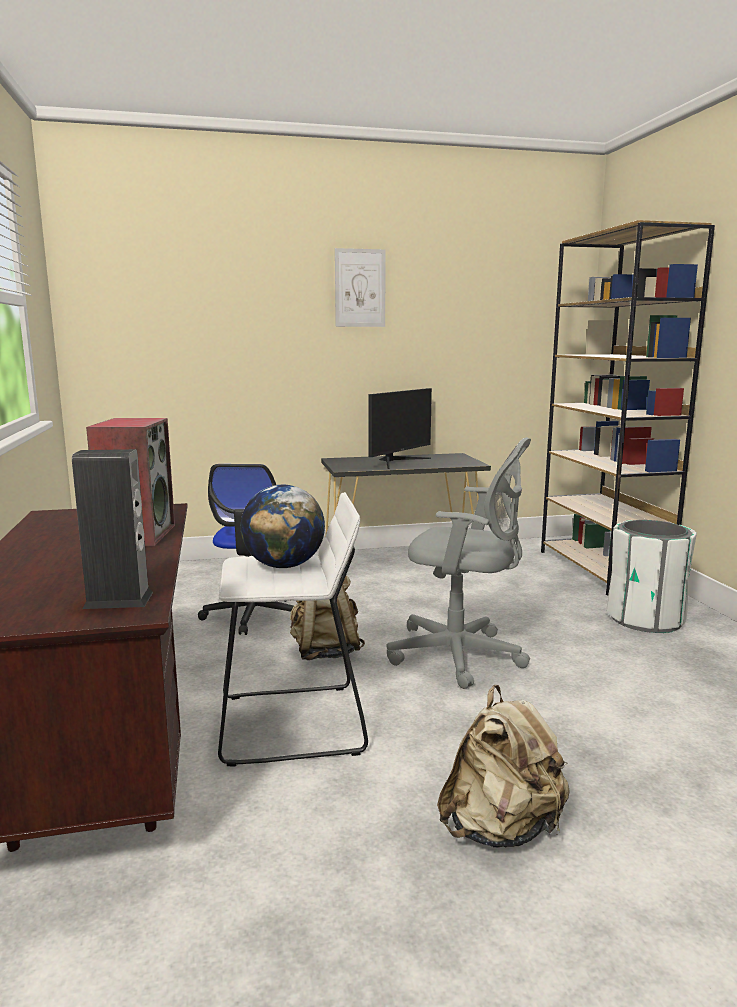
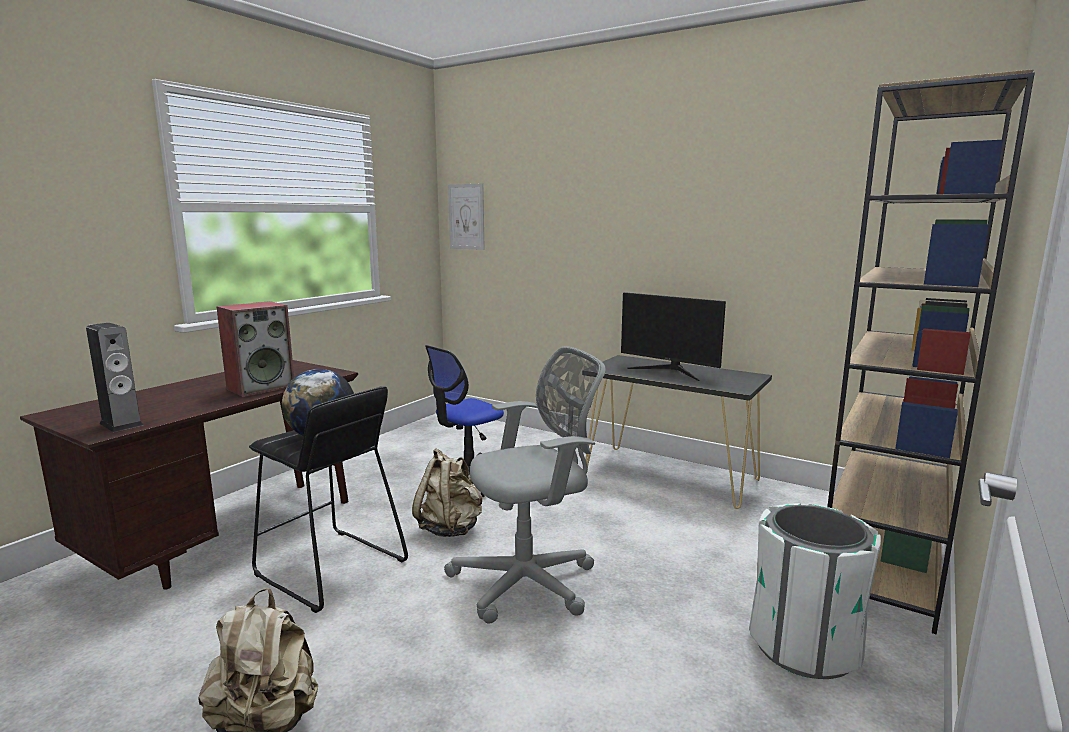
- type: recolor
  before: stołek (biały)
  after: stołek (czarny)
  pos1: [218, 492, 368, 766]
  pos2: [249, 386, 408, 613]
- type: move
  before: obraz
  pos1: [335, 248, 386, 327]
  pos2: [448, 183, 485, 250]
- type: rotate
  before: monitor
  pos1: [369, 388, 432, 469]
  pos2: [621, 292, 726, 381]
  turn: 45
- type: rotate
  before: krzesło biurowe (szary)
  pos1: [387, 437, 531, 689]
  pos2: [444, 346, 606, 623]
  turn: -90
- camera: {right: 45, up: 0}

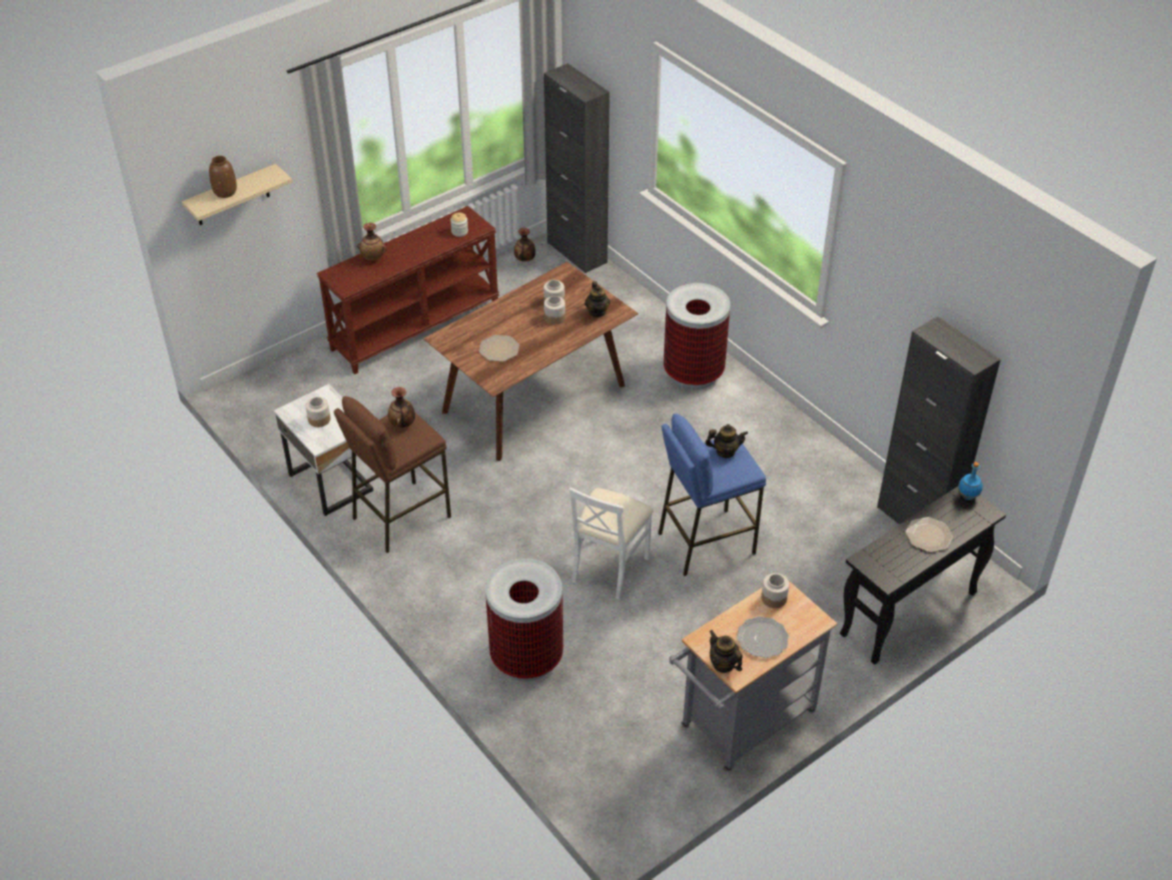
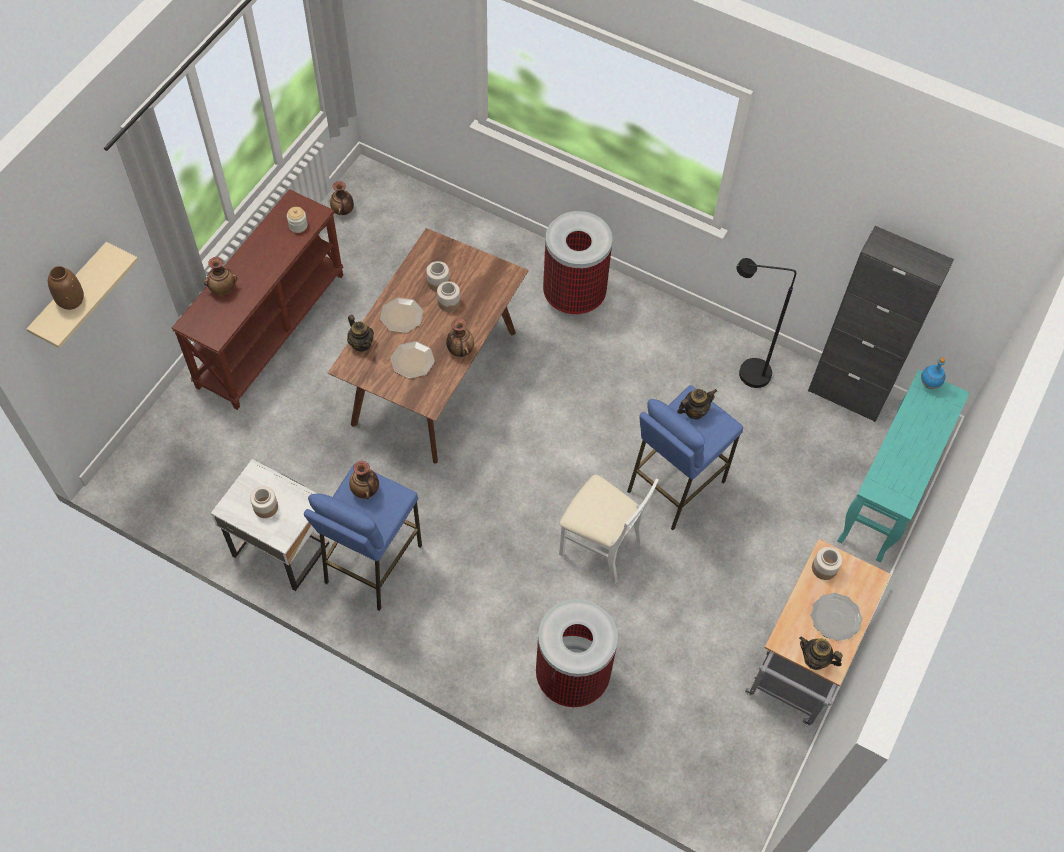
- type: recolor
  before: stołek (brązowy)
  after: stołek (niebieski)
  pos1: [334, 396, 451, 553]
  pos2: [304, 465, 422, 611]
- type: delete
  before: szafka (czarny)
  pos1: [544, 63, 610, 273]
- type: rotate
  before: krzesło (biały)
  pos1: [569, 487, 654, 600]
  pos2: [559, 474, 659, 584]
  turn: -60
- type: move
  before: imbryk
  pos1: [585, 281, 610, 317]
  pos2: [347, 315, 374, 351]
- type: recolor
  before: stolik konsolowy (czarny)
  after: stolik konsolowy (turkusowy)
  pos1: [840, 486, 1006, 665]
  pos2: [837, 370, 970, 562]
- type: move
  before: talerz
  pos1: [905, 517, 953, 552]
  pos2: [380, 298, 423, 333]
- type: insert
  after: wazon
  pos2: [446, 318, 474, 357]
- type: insert
  after: lampa stojąca (czarny)
  pos2: [736, 258, 796, 388]
- camera: {right: -25, up: 15}

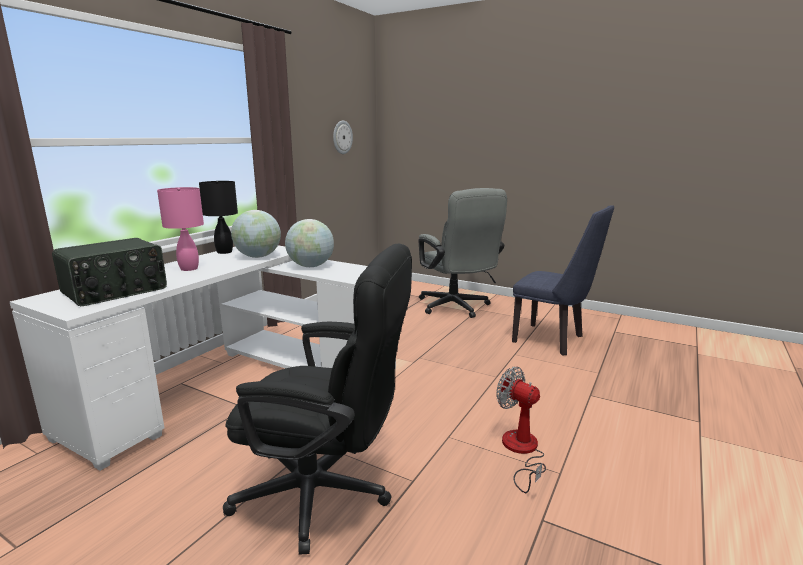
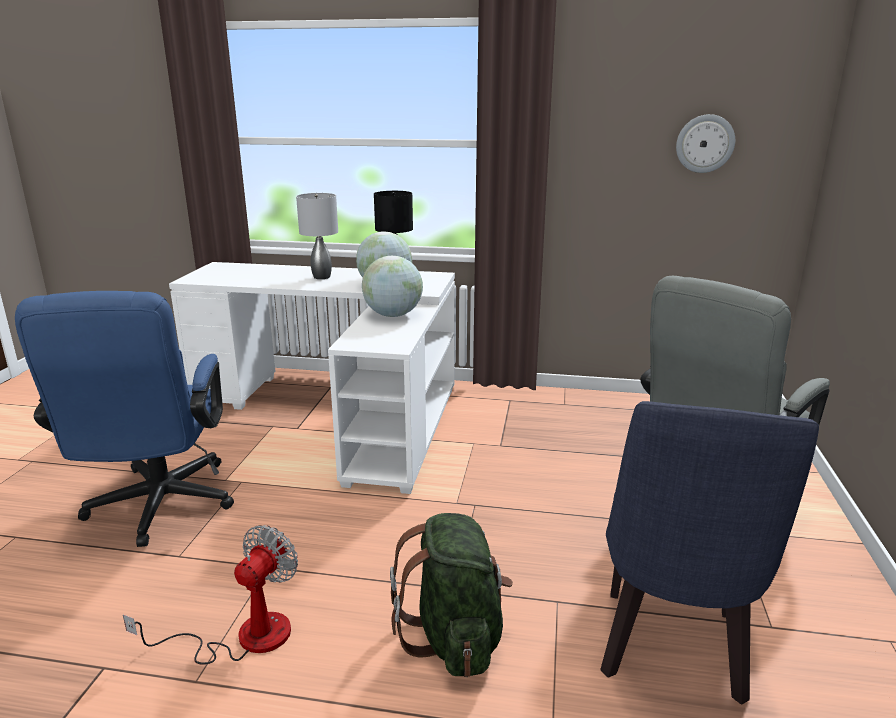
- type: delete
  before: radio
  pos1: [52, 238, 167, 306]
- type: recolor
  before: lampa stołowa (różowy)
  after: lampa stołowa (szary)
  pos1: [157, 187, 204, 271]
  pos2: [296, 193, 338, 279]
- type: recolor
  before: krzesło biurowe (czarny)
  after: krzesło biurowe (niebieski)
  pos1: [223, 244, 412, 555]
  pos2: [15, 291, 234, 547]
- type: insert
  after: plecak (zielony)
  pos2: [390, 513, 513, 677]
- camera: {right: 70, up: 5}

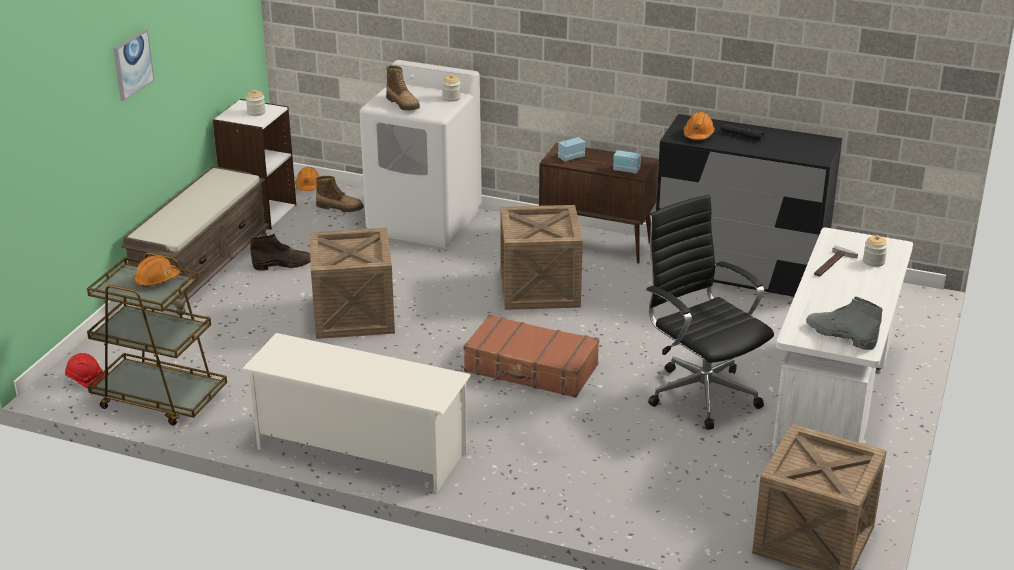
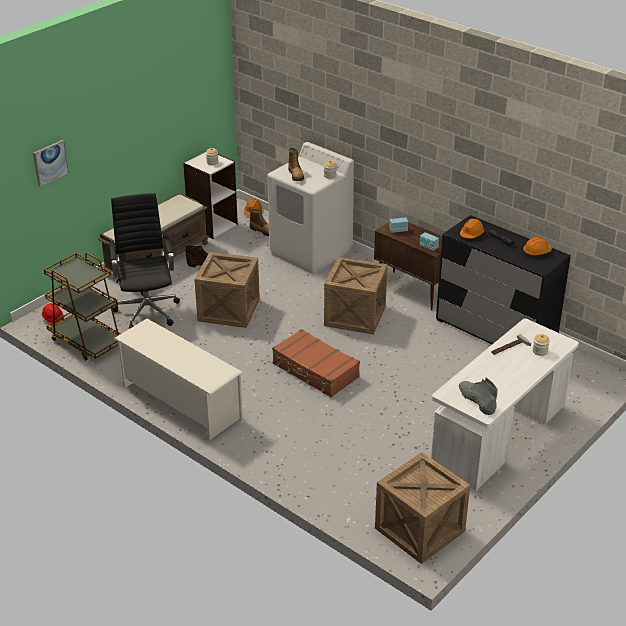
- type: move
  before: obraz
  pos1: [113, 29, 155, 101]
  pos2: [33, 140, 69, 187]
- type: move
  before: kask (pomarańczowy)
  pos1: [134, 255, 180, 287]
  pos2: [523, 237, 552, 256]
- type: move
  before: krzesło biurowe (czarny)
  pos1: [645, 195, 774, 430]
  pos2: [109, 193, 180, 329]
- camera: {right: 20, up: 5}

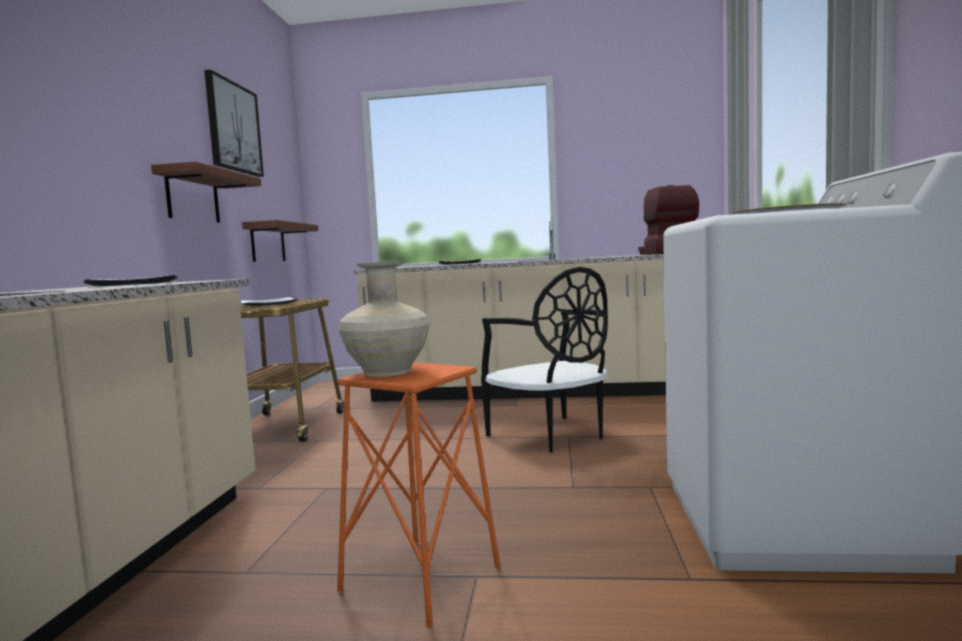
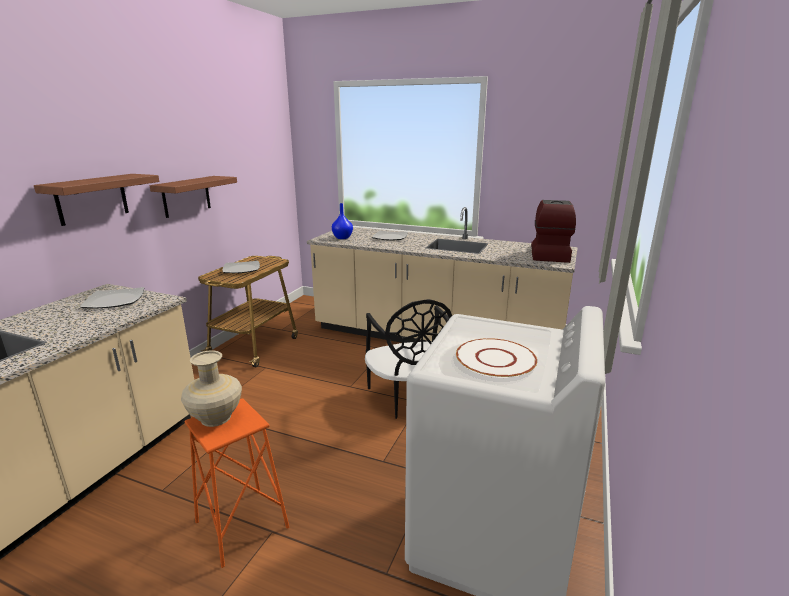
- type: delete
  before: obraz
  pos1: [204, 70, 264, 177]
- type: move
  before: półka
  pos1: [242, 220, 318, 262]
  pos2: [34, 174, 159, 226]
- type: insert
  after: wazon (niebieski)
  pos2: [332, 203, 353, 239]
- camera: {right: 15, up: 15}

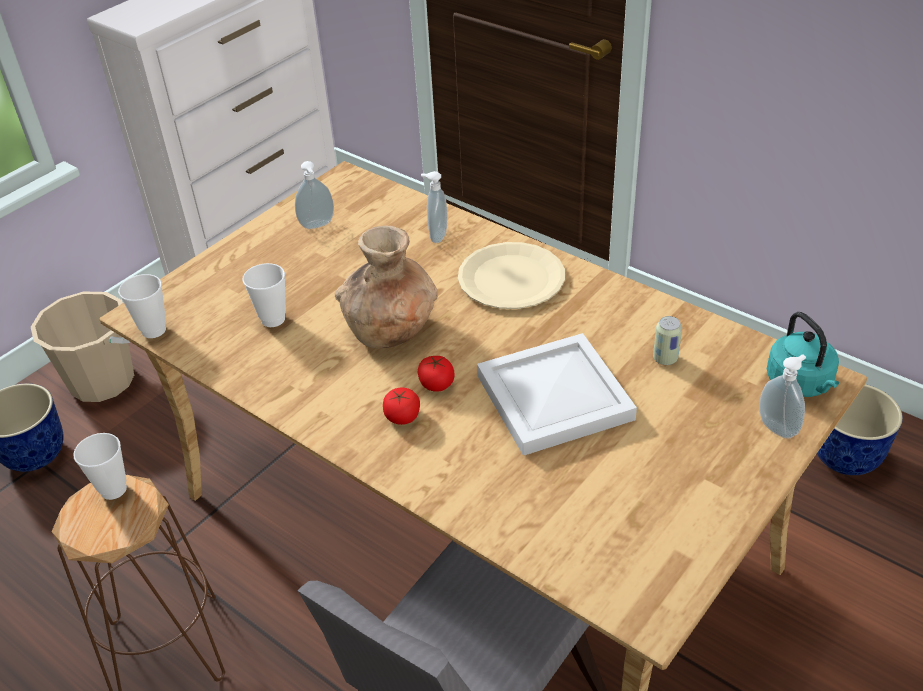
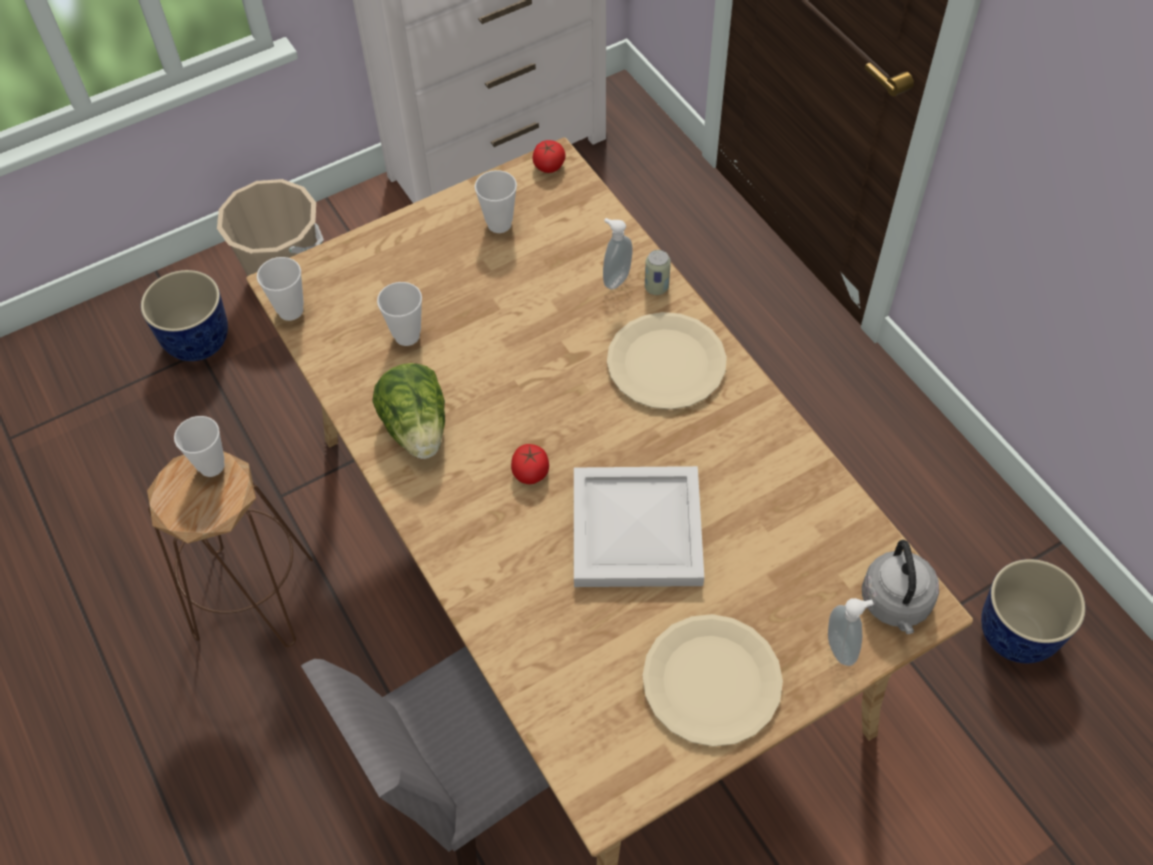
- type: replace
  before: dozownik mydła
  after: filiżanka
  pos1: [295, 161, 334, 229]
  pos2: [475, 170, 517, 233]
- type: delete
  before: wazon (brązowy)
  pos1: [334, 225, 438, 348]
- type: move
  before: pomidor
  pos1: [383, 387, 420, 425]
  pos2: [533, 140, 566, 173]
- type: move
  before: puszka
  pos1: [653, 316, 682, 365]
  pos2: [645, 250, 671, 295]
- type: recolor
  before: czajnik (turkusowy)
  after: czajnik (szary)
  pos1: [767, 312, 839, 397]
  pos2: [862, 540, 939, 634]
- type: insert
  after: sałata
  pos2: [372, 363, 445, 459]
- type: insert
  after: talerz (beżowy)
  pos2: [642, 614, 783, 747]
- camera: {right: 20, up: 15}

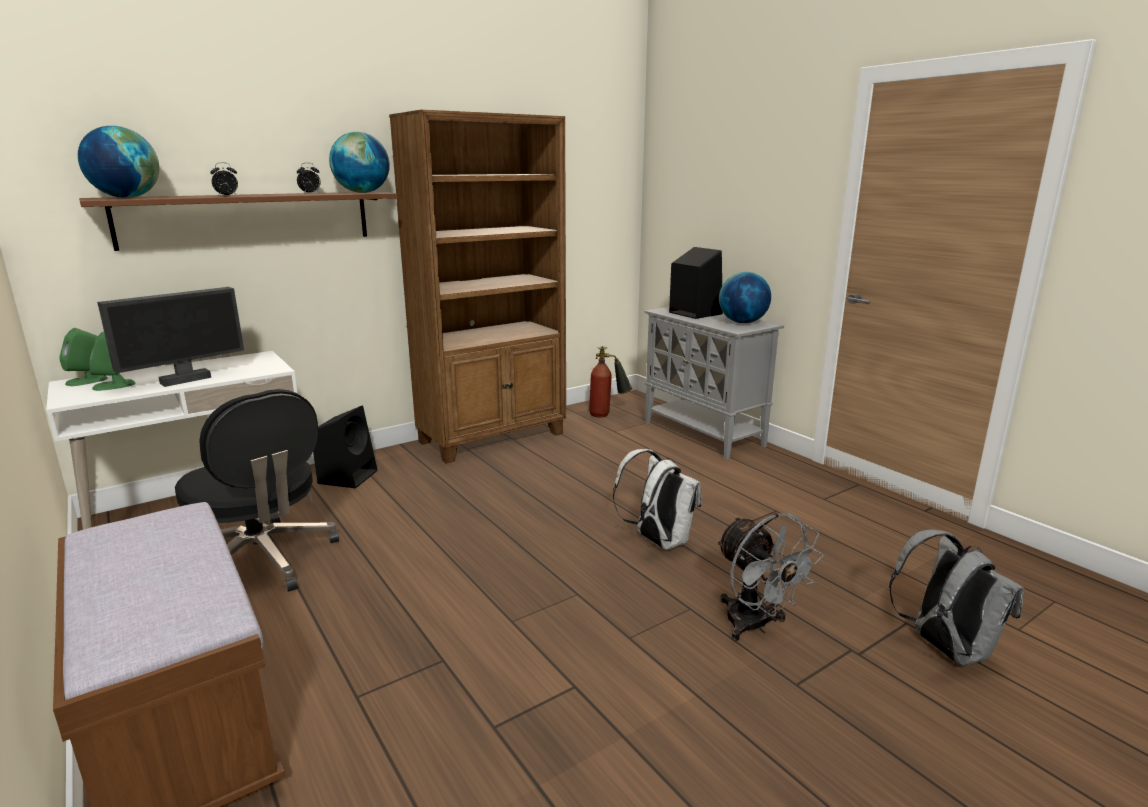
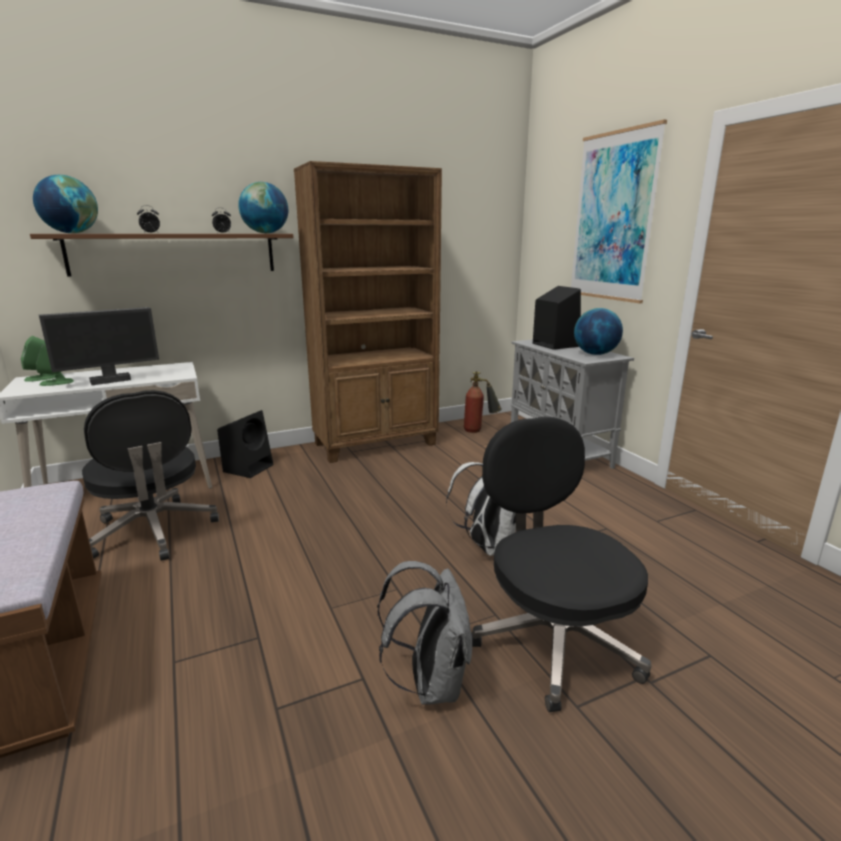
- type: replace
  before: wentylator (szary)
  after: krzesło biurowe (czarny)
  pos1: [717, 513, 824, 641]
  pos2: [471, 417, 652, 712]
- type: move
  before: plecak (szary)
  pos1: [889, 529, 1024, 666]
  pos2: [377, 561, 472, 705]
- type: insert
  after: obraz
  pos2: [571, 120, 667, 303]
- camera: {right: 10, up: 0}

